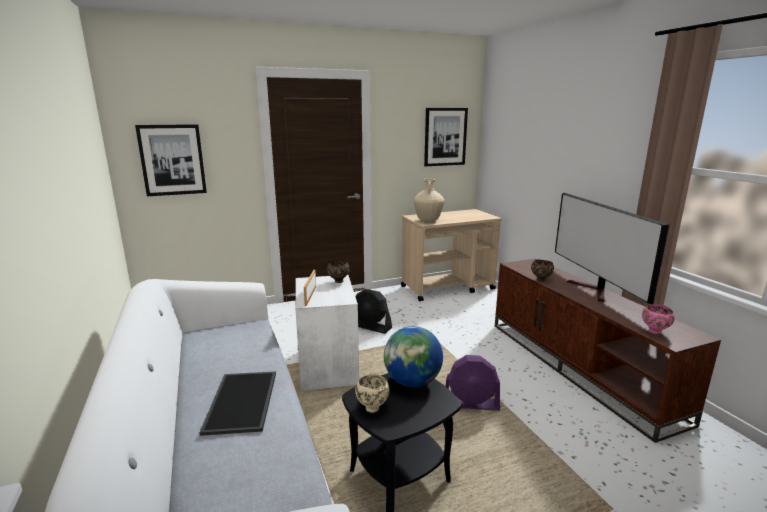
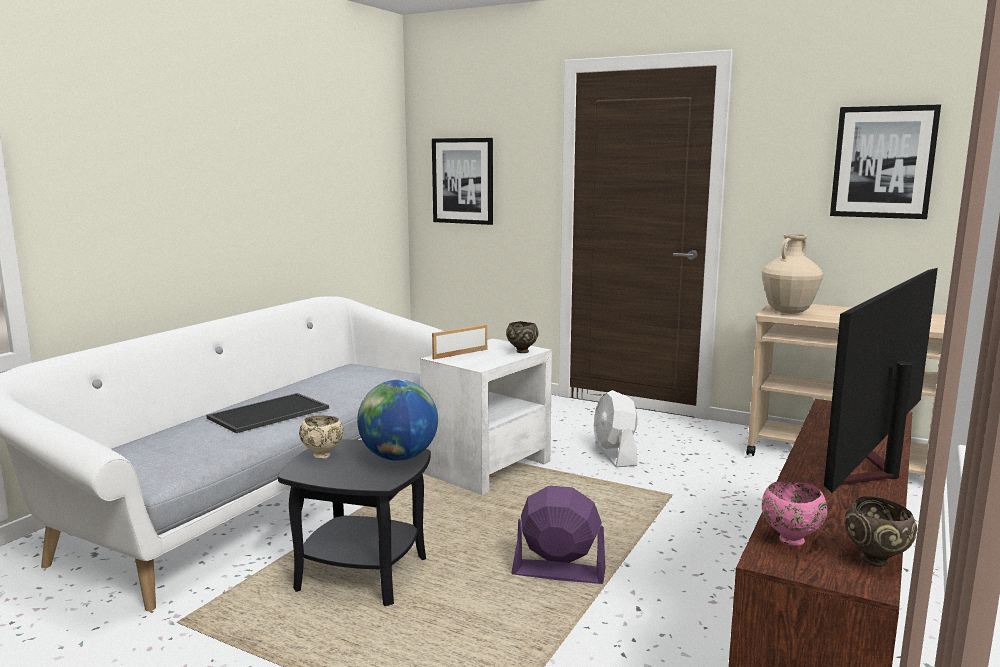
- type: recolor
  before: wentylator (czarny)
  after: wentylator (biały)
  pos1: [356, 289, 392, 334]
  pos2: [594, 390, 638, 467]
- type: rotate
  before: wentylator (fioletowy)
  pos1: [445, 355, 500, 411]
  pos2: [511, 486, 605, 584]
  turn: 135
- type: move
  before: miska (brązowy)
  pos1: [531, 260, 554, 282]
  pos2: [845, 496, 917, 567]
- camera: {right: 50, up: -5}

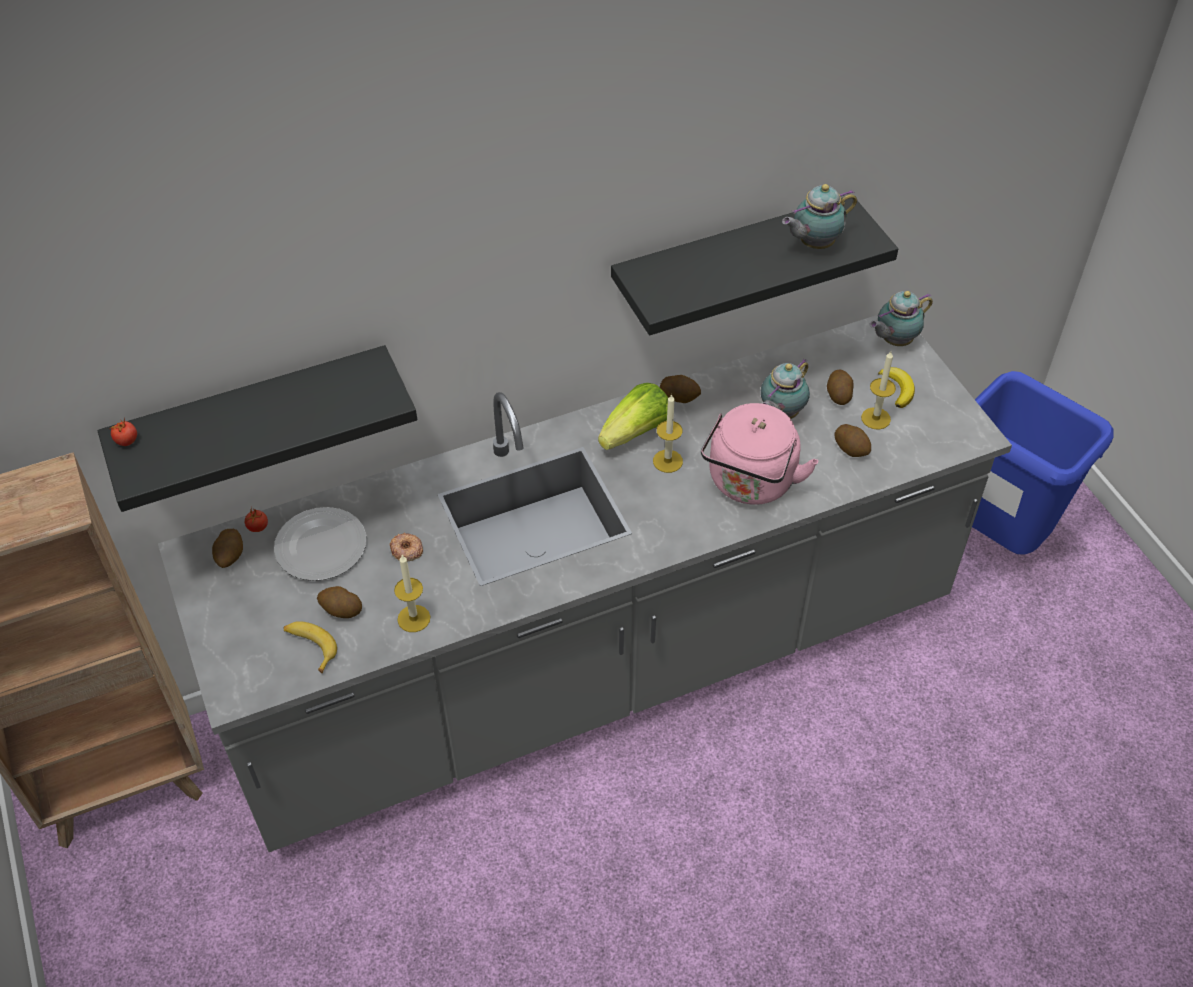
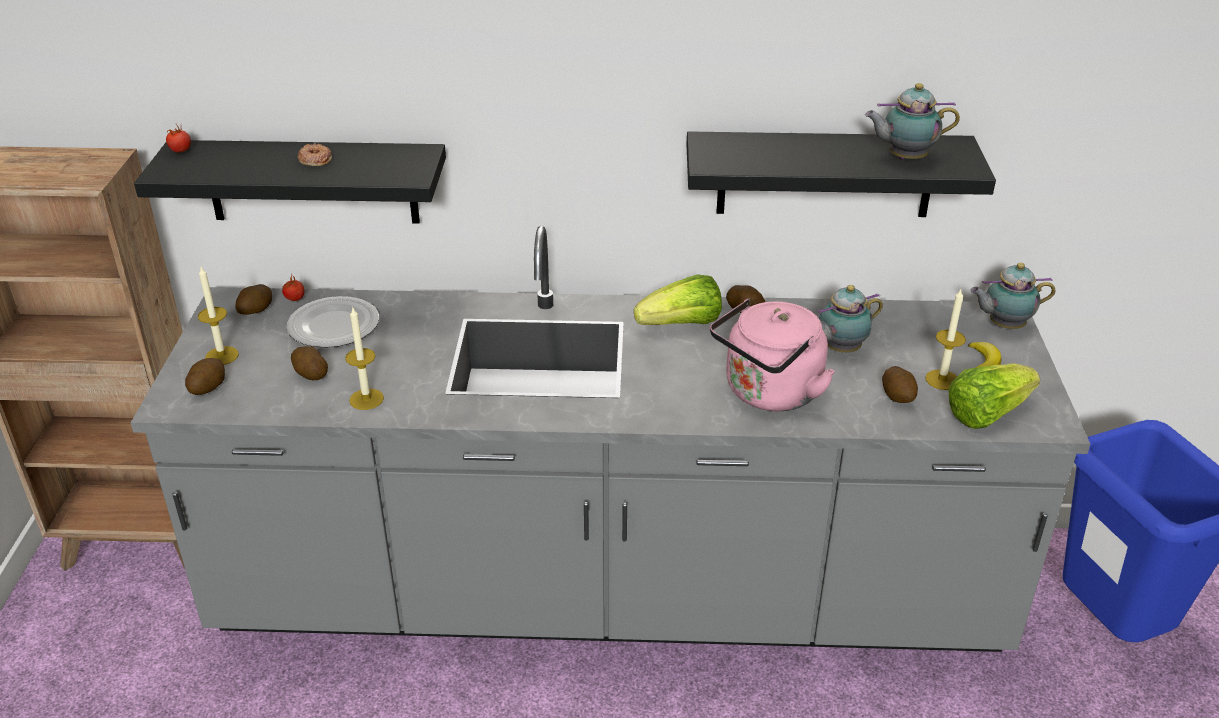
- type: delete
  before: banan
  pos1: [284, 621, 337, 674]
- type: move
  before: donut
  pos1: [390, 533, 423, 562]
  pos2: [297, 143, 332, 166]
- type: move
  before: świeca
  pos1: [653, 394, 683, 473]
  pos2: [198, 267, 239, 365]
- type: move
  before: ziemniak
  pos1: [827, 370, 854, 405]
  pos2: [185, 358, 225, 395]
- type: insert
  after: sałata
  pos2: [948, 363, 1040, 429]
- camera: {right: 25, up: -15}

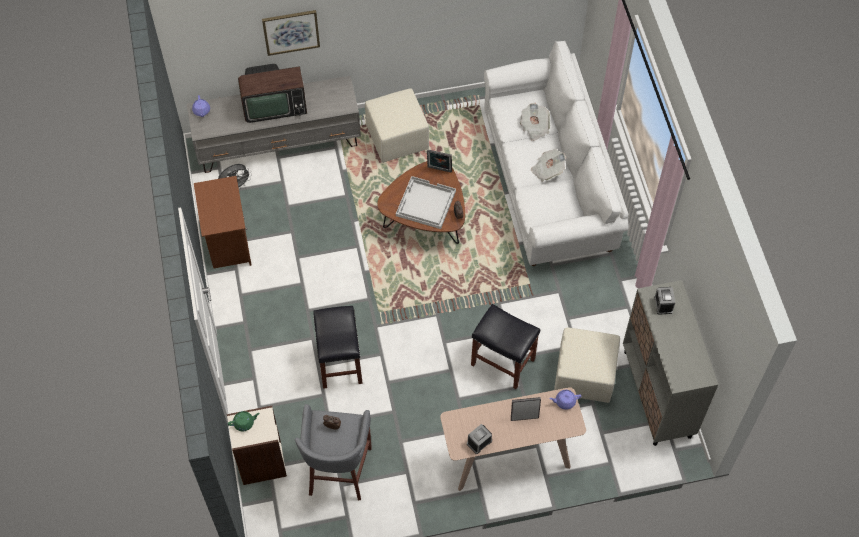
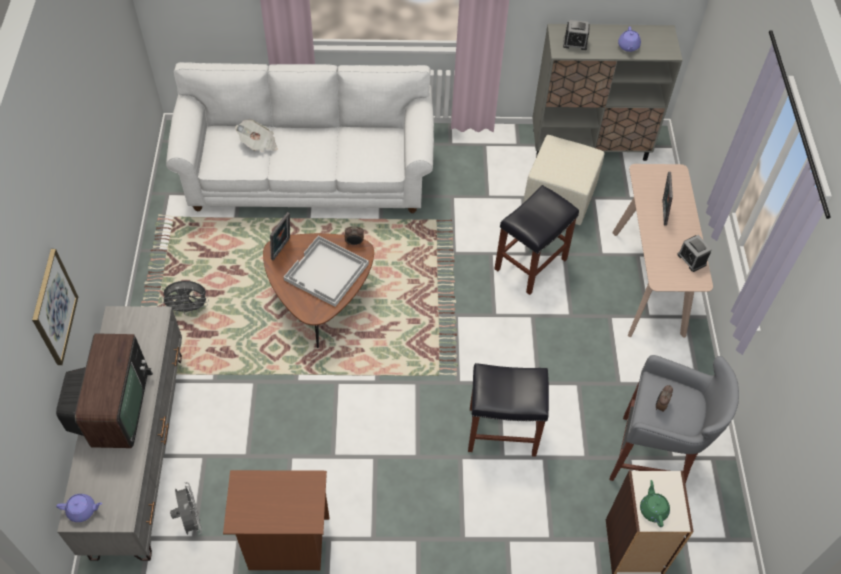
- type: replace
  before: pufa (beżowy)
  after: wentylator (szary)
  pos1: [365, 88, 429, 163]
  pos2: [161, 281, 209, 315]
- type: delete
  before: gazeta
  pos1: [531, 149, 566, 182]
- type: move
  before: imbryk (fioletowy)
  pos1: [549, 390, 582, 410]
  pos2: [618, 26, 641, 52]
- camera: {right: -80, up: -5}

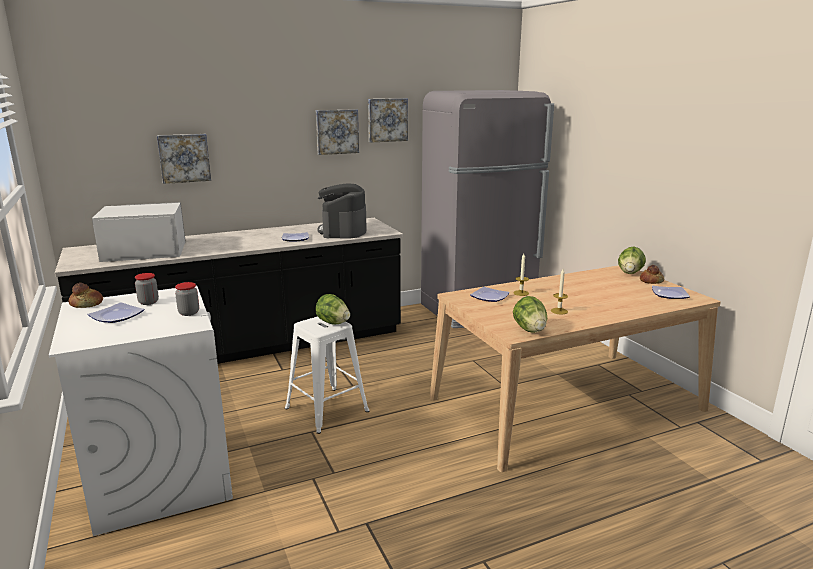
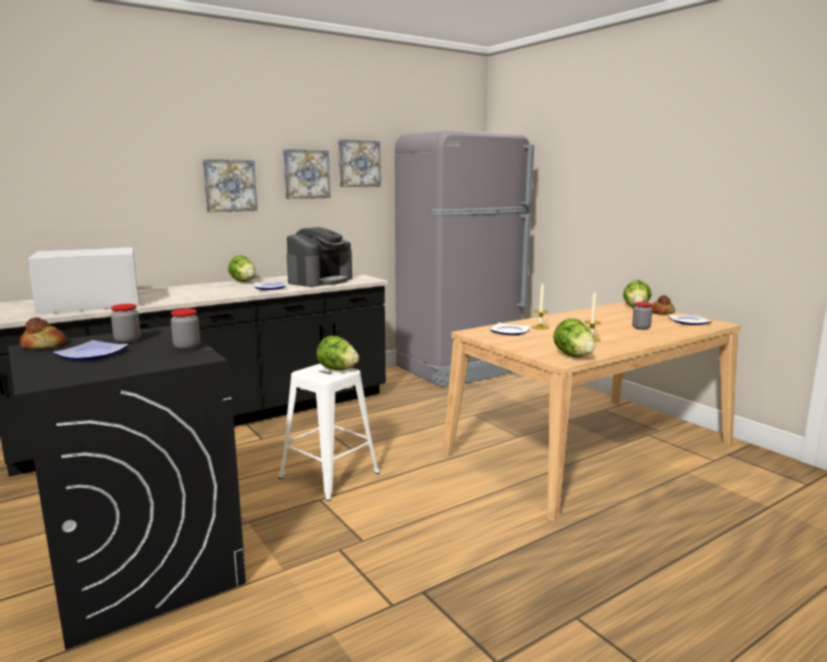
- type: recolor
  before: pralka (biały)
  after: pralka (czarny)
  pos1: [49, 286, 233, 536]
  pos2: [8, 326, 246, 650]
- type: move
  before: obraz
  pos1: [157, 134, 211, 184]
  pos2: [203, 159, 257, 212]
- type: rotate
  before: ekspres do kawy
  pos1: [317, 183, 367, 239]
  pos2: [287, 227, 352, 287]
  turn: -135
- type: insert
  after: sałata
  pos2: [228, 255, 256, 282]
- type: insert
  after: słoik
  pos2: [632, 302, 652, 330]
- camera: {right: -10, up: -5}

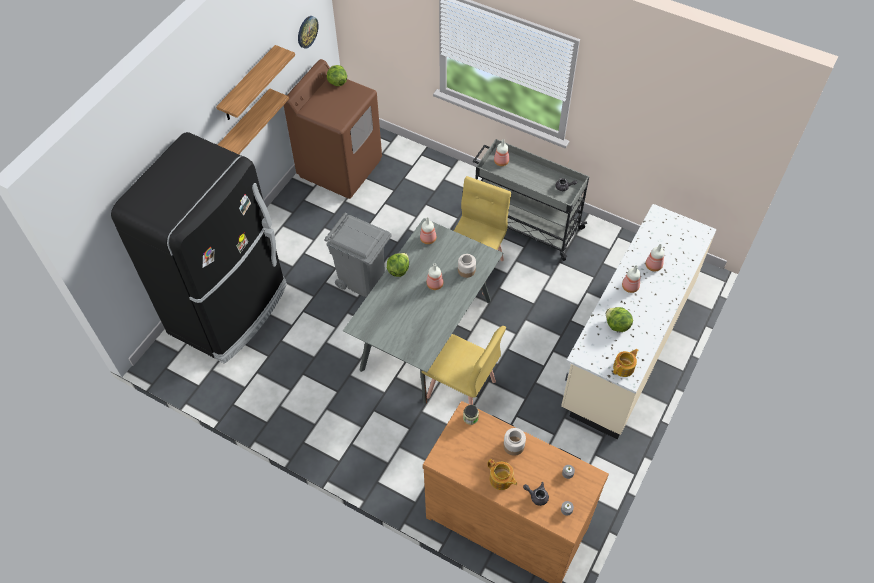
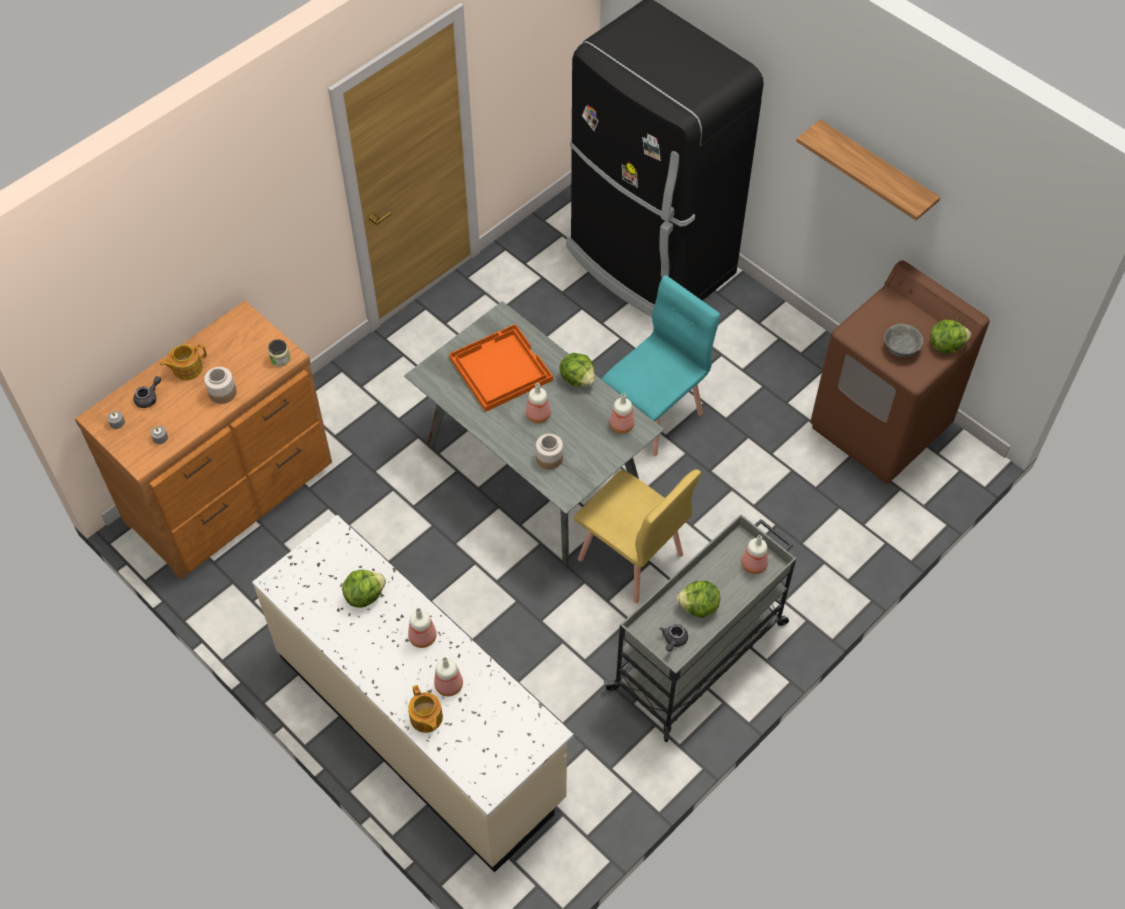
- type: delete
  before: półka
  pos1: [218, 88, 289, 154]
- type: delete
  before: zegar ścienny
  pos1: [298, 16, 318, 49]
- type: replace
  before: kosz na śmieci (szary)
  after: krzesło (turkusowy)
  pos1: [325, 212, 392, 297]
  pos2: [601, 275, 720, 456]
- type: delete
  before: krzesło (żółty)
  pos1: [422, 326, 506, 405]
- type: move
  before: imbryk
  pos1: [613, 349, 639, 377]
  pos2: [408, 685, 443, 733]
- type: insert
  after: taca (pomarańczowy)
  pos2: [449, 324, 553, 412]
- type: insert
  after: sałata
  pos2: [676, 581, 720, 618]
- type: insert
  after: miska (szary)
  pos2: [884, 324, 923, 357]
- camera: {right: 105, up: 0}

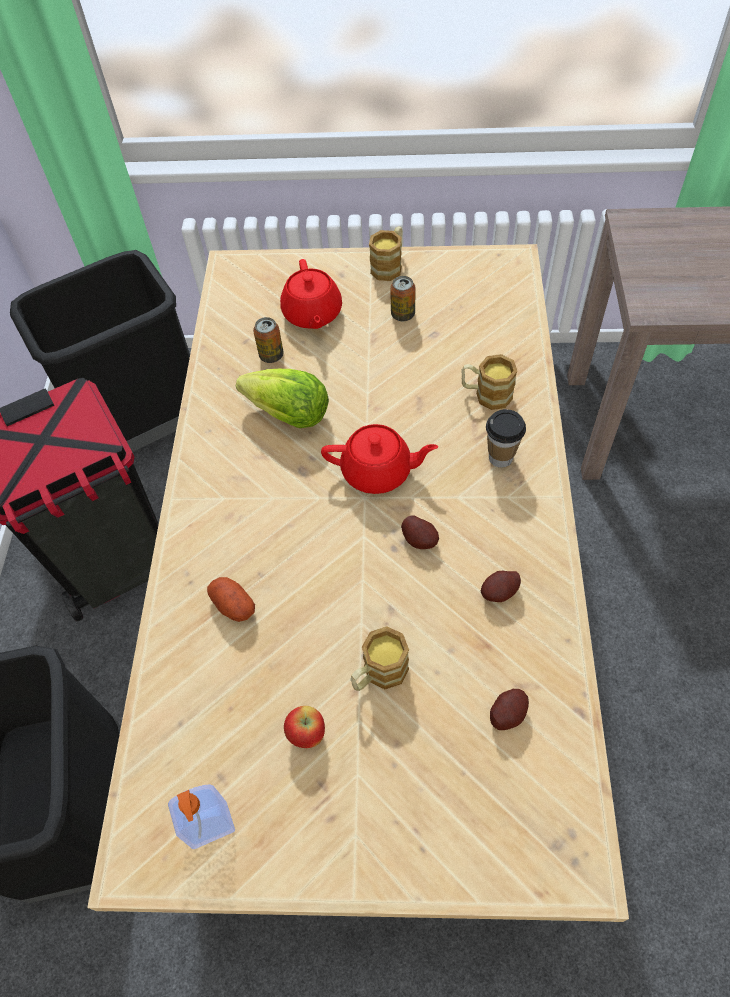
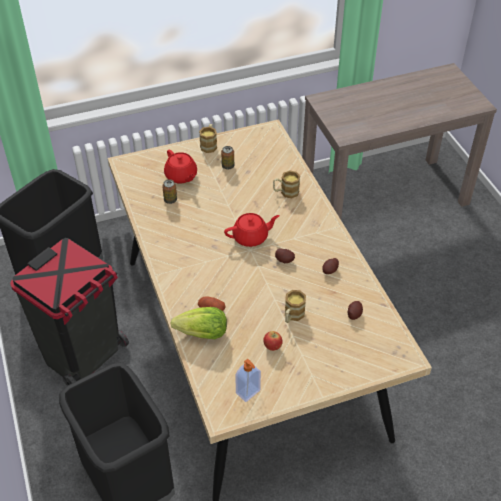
- type: move
  before: sałata
  pos1: [236, 369, 329, 428]
  pos2: [171, 307, 227, 339]
- type: delete
  before: filiżanka
  pos1: [486, 409, 526, 468]
- camera: {right: -25, up: -10}

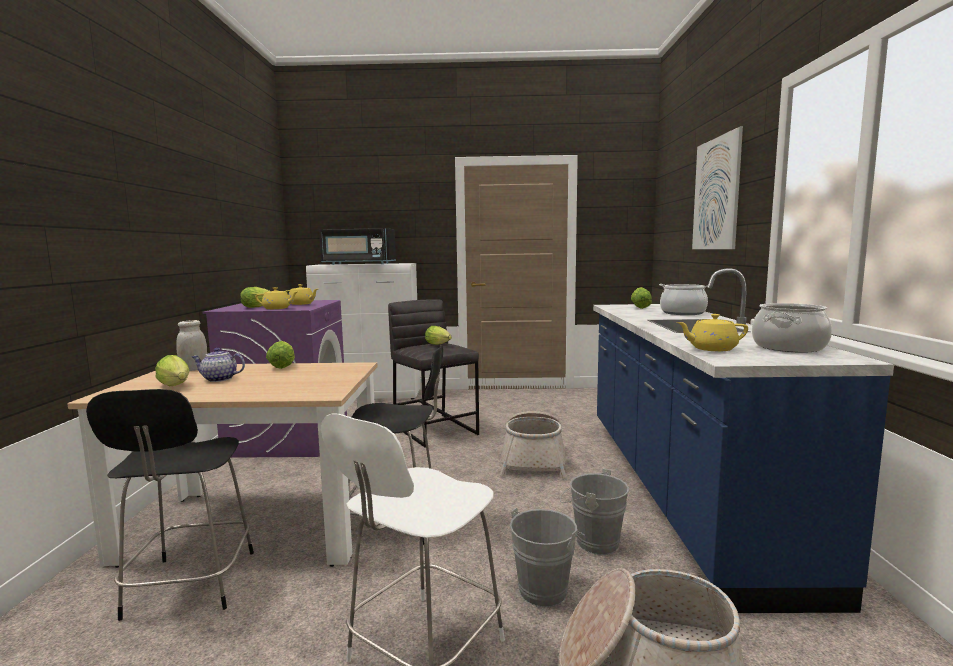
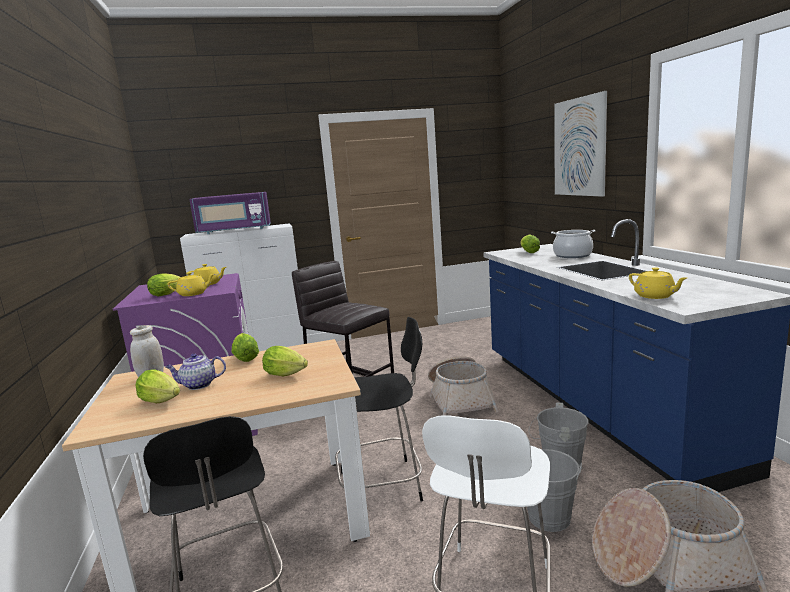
- type: recolor
  before: mikrofalówka (czarny)
  after: mikrofalówka (fioletowy)
  pos1: [319, 228, 396, 265]
  pos2: [189, 192, 271, 234]
- type: move
  before: sałata
  pos1: [425, 326, 452, 345]
  pos2: [262, 346, 308, 376]
- type: rotate
  before: imbryk (żółty)
  pos1: [677, 314, 748, 351]
  pos2: [629, 267, 687, 299]
  turn: -105
- type: delete
  before: garnek
  pos1: [752, 303, 832, 353]
- camera: {right: -15, up: 5}

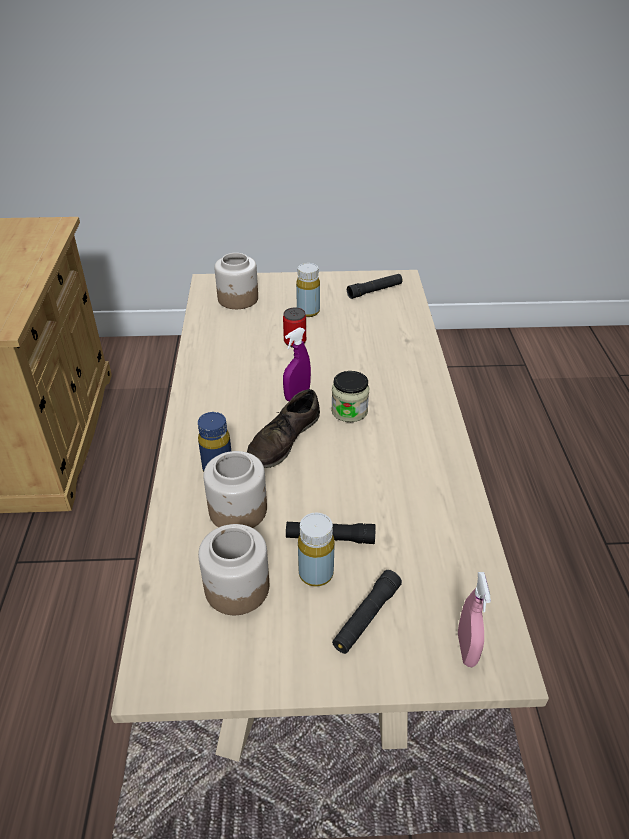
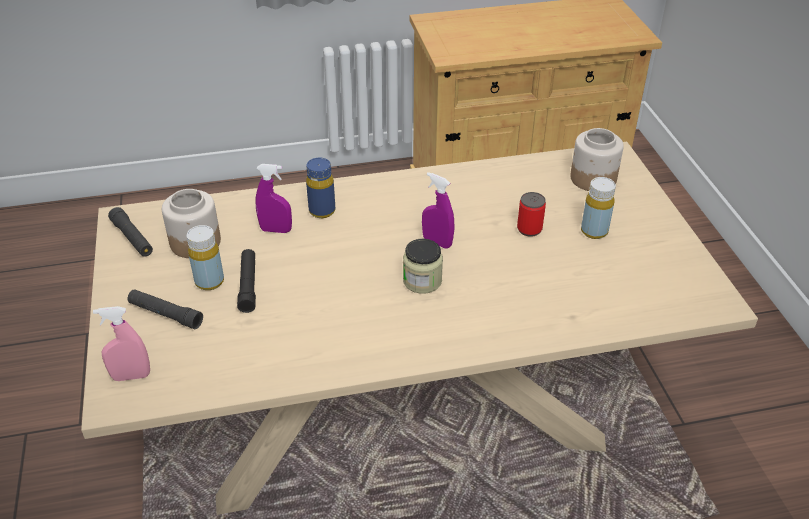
- type: replace
  before: słoik
  after: spryskiwacz (fioletowy)
  pos1: [203, 451, 267, 528]
  pos2: [255, 164, 292, 233]
- type: delete
  before: but (brązowy)
  pos1: [247, 389, 320, 468]
- type: move
  before: latarka (czarny)
  pos1: [347, 274, 402, 299]
  pos2: [108, 207, 153, 257]
- camera: {right: 80, up: 0}

